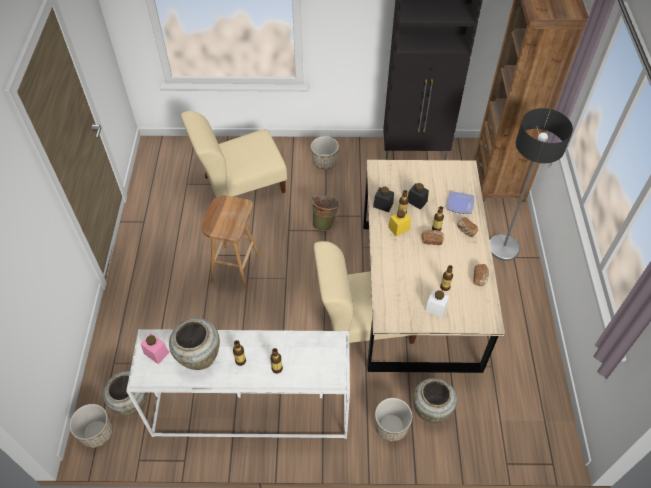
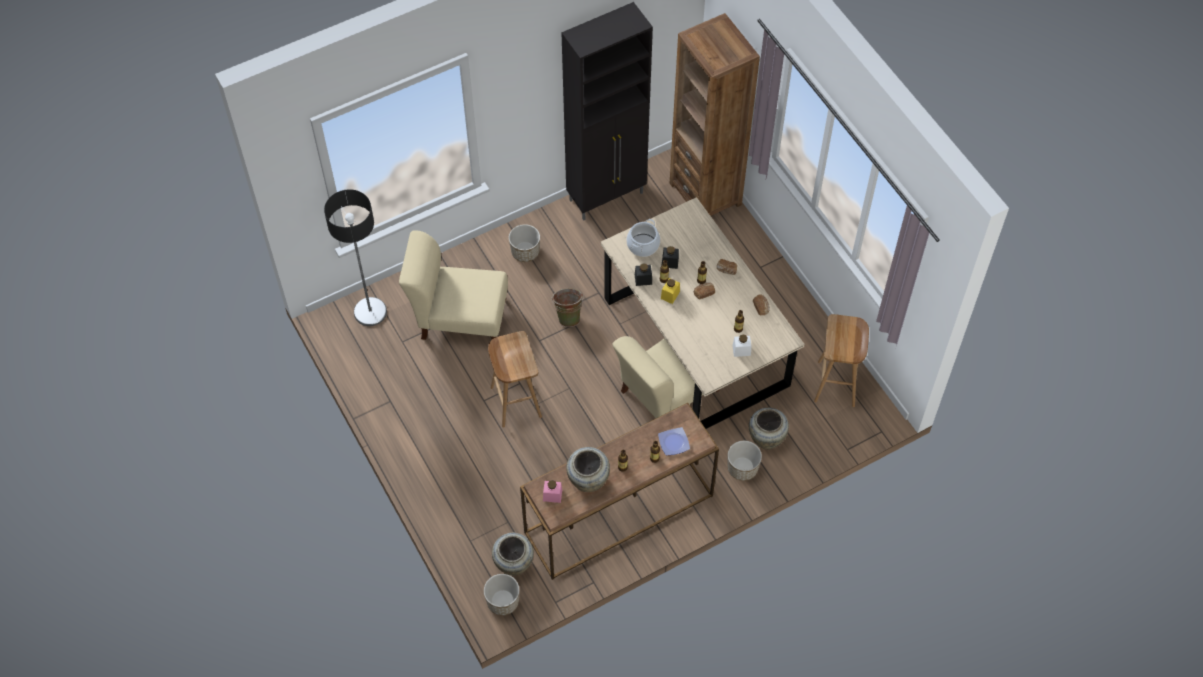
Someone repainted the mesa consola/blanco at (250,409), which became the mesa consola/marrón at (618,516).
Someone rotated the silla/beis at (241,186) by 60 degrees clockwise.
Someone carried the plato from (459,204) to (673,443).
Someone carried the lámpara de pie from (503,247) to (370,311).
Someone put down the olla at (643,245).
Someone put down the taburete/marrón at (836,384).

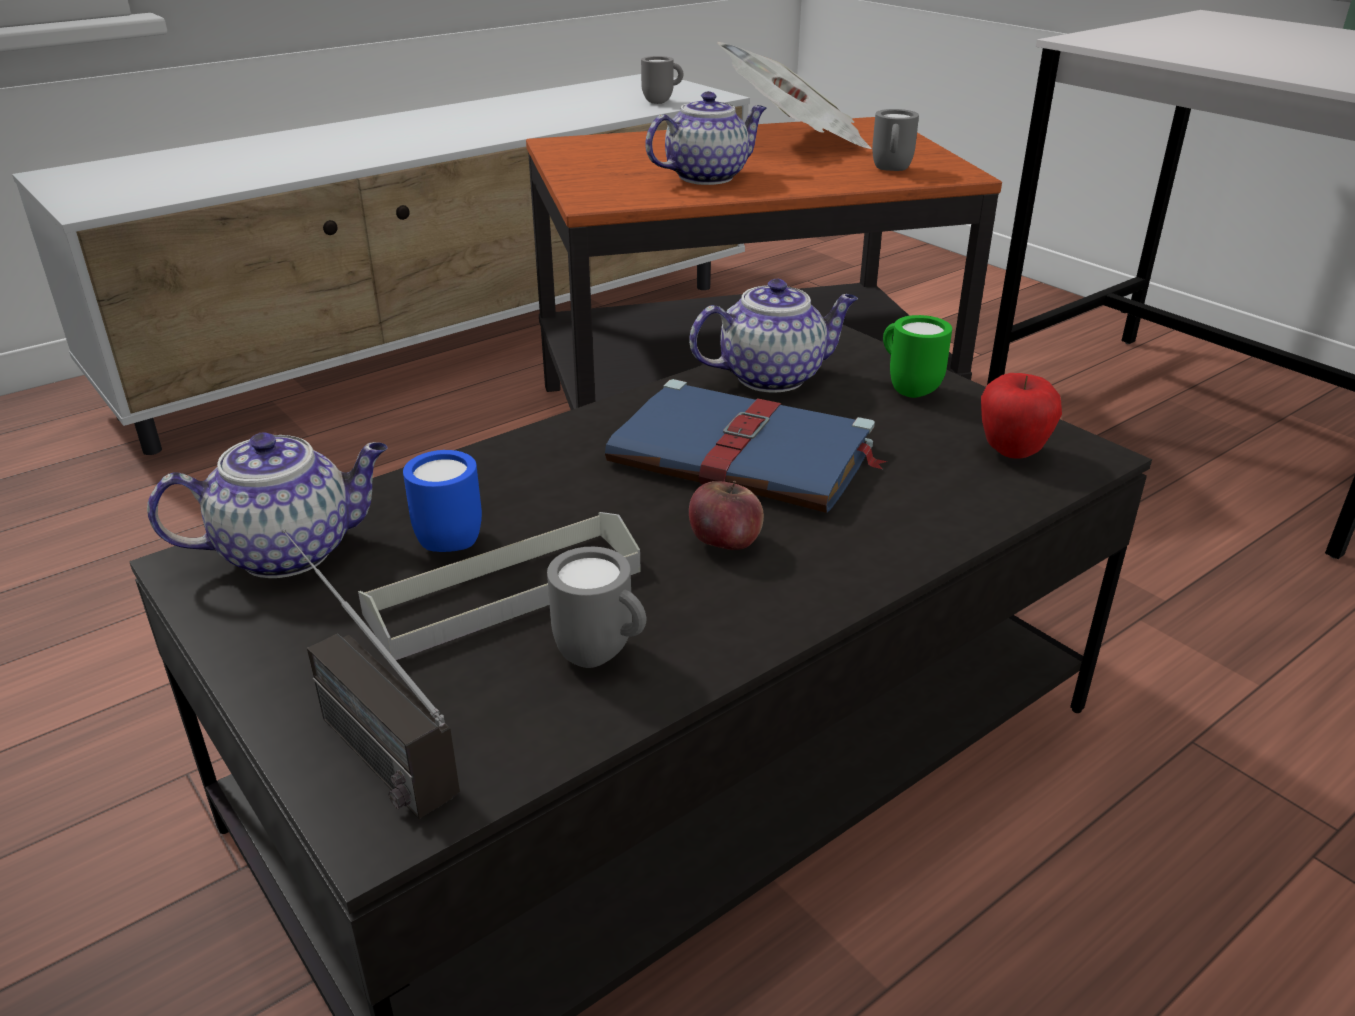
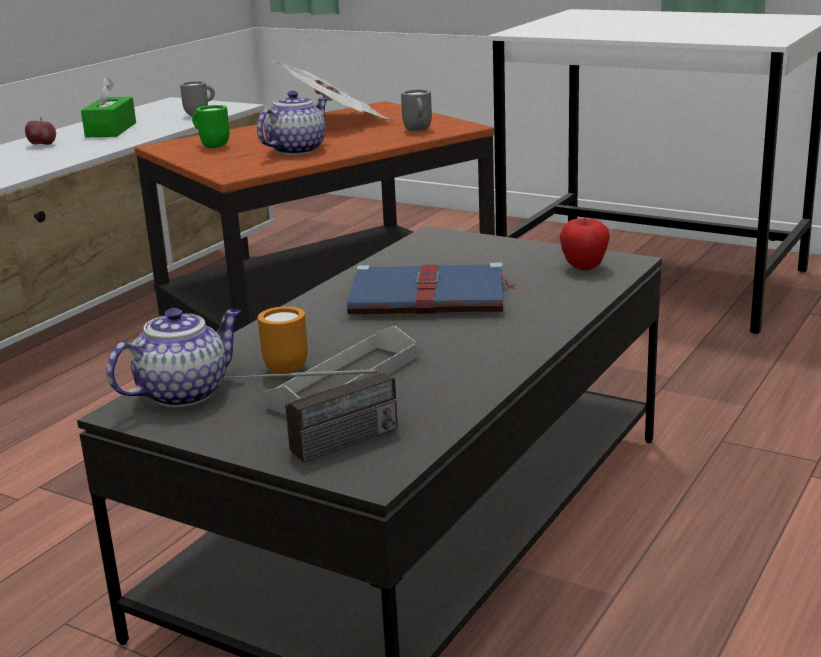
Someone rotated the radio at (358,731) by 60 degrees counterclockwise.
Someone repainted the taza grande/azul at (450,537), which became the taza grande/naranja at (283,367).
Someone took away the taza grande/gris at (603,656).
Someone took away the tetera at (773,376).
Someone carried the manzana from (725,542) to (42,145).
Someone carried the taza grande/verde from (908,388) to (212,146).
Someone put down the caja de pañuelos/verde at (111,130).

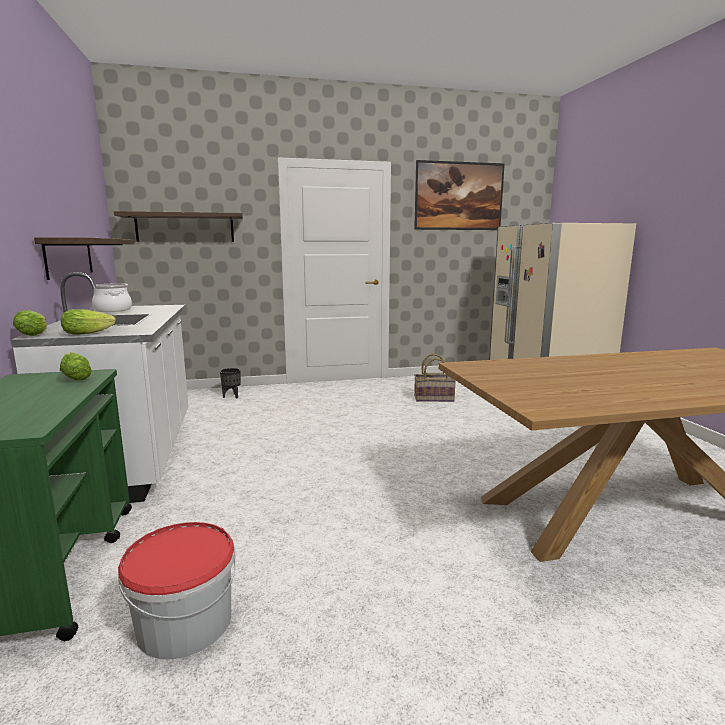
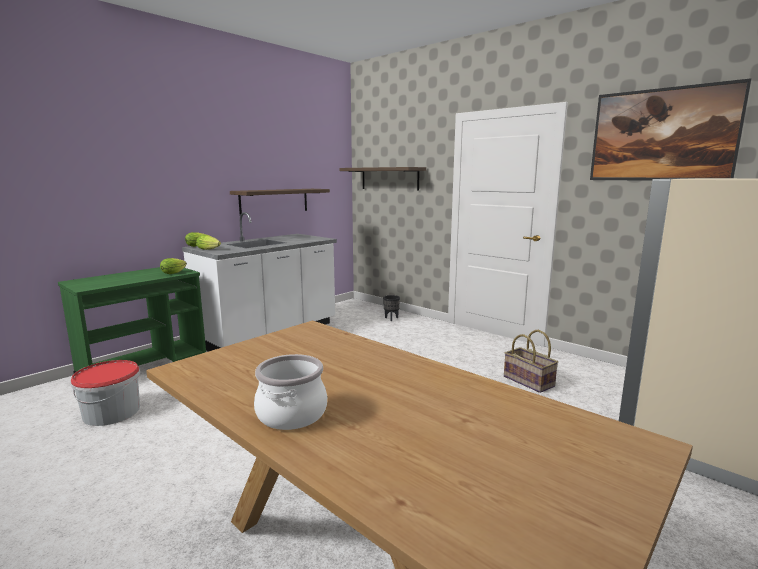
Someone carried the olla from (112,310) to (291,414).

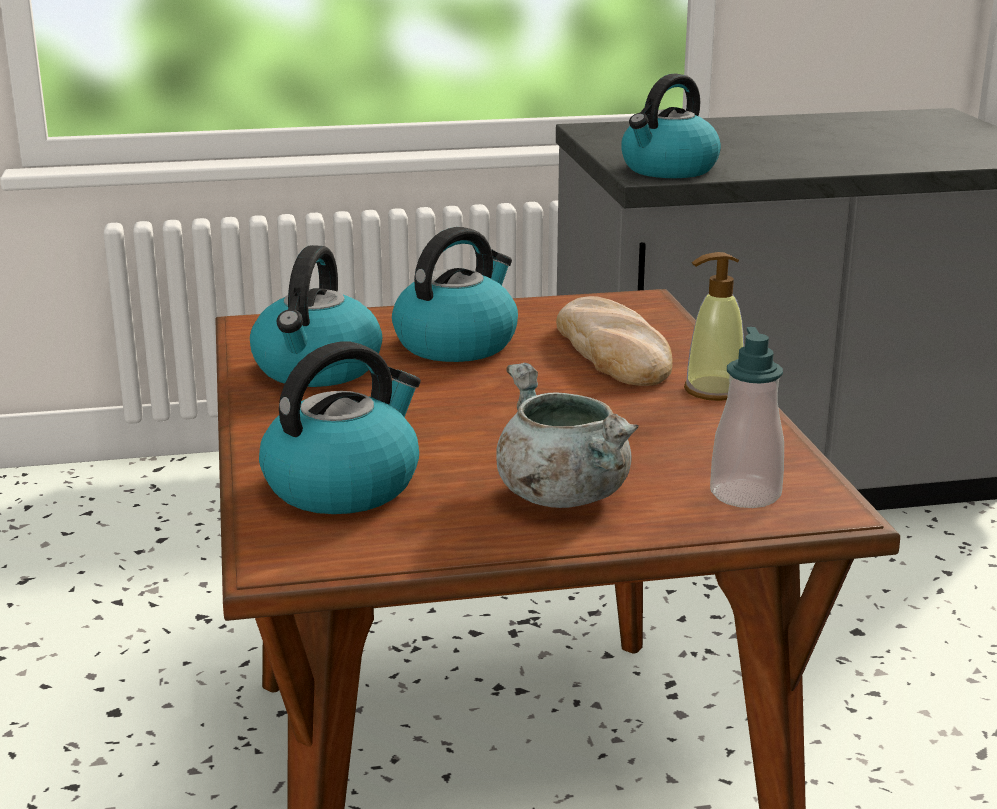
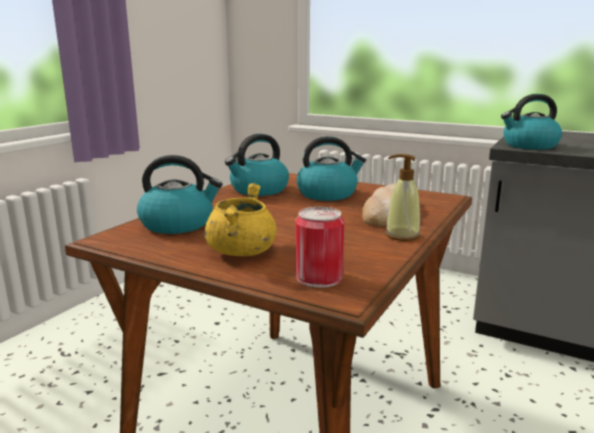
Someone repainted the olla/gris at (561,495), which became the olla/amarillo at (241,251).
Someone swapped the dispensador de jabón at (745,494) for the lata at (319,277).

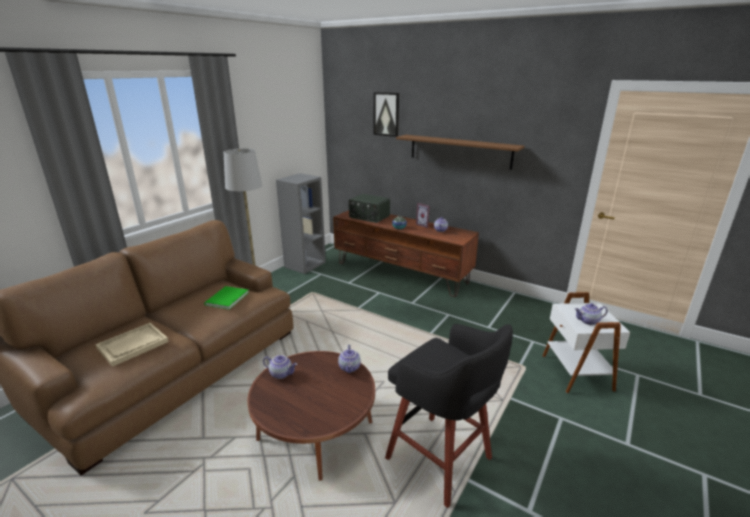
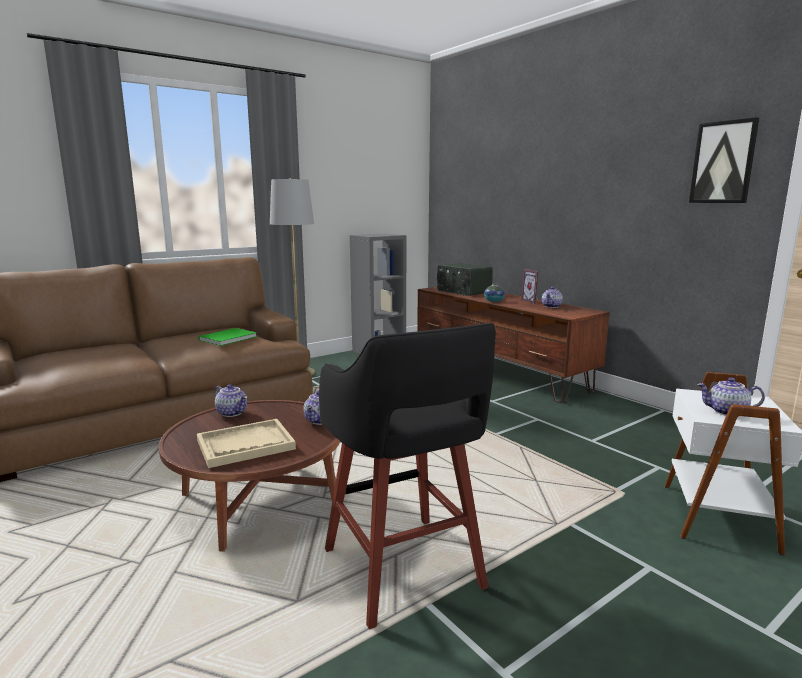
Someone carried the bandeja/beis from (133,345) to (245,445).
Someone carried the cuadro from (386,114) to (723,162).
Someone took away the estante/marrón at (459,151).

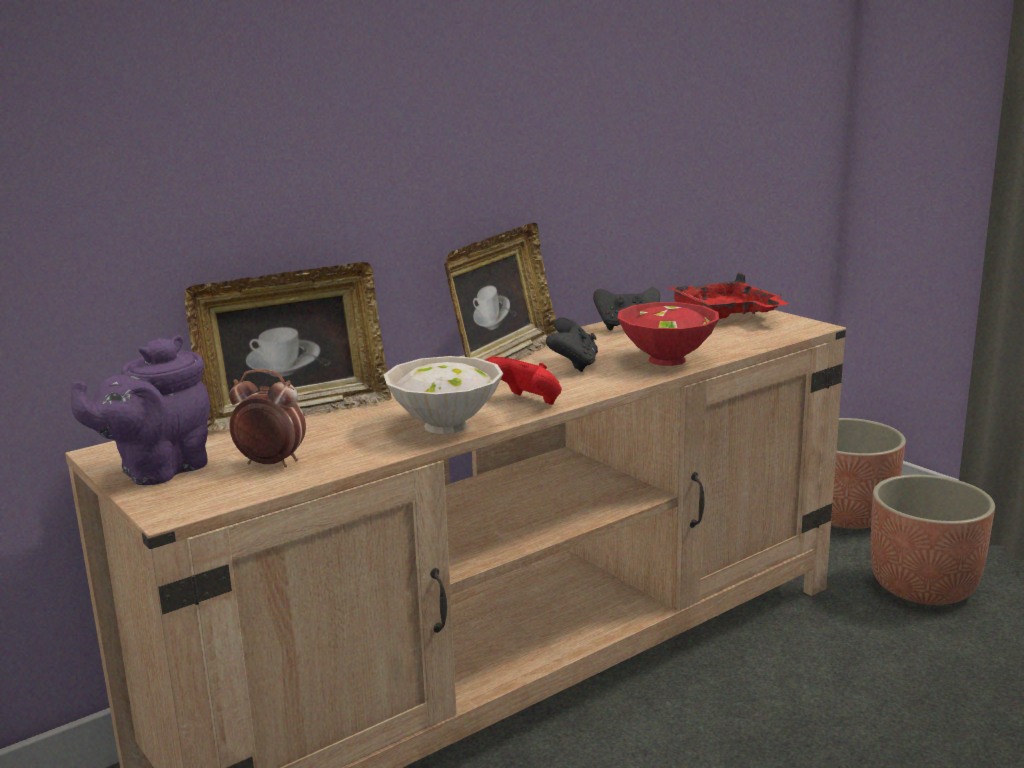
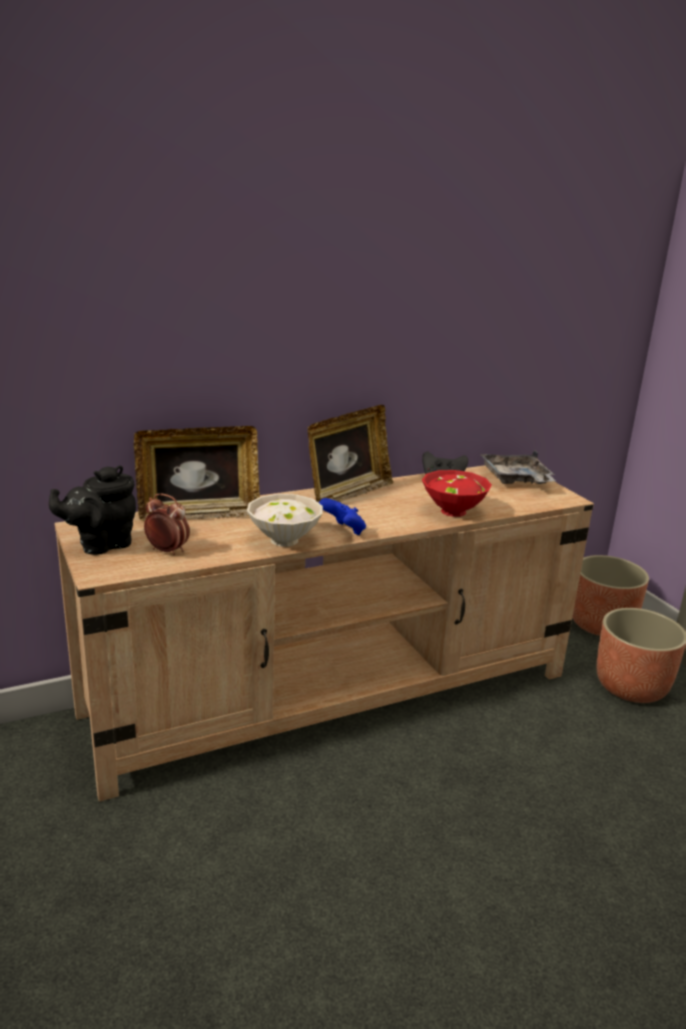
Someone repainted the tetera/morado at (158,470), which became the tetera/negro at (101,545).
Someone repainted the mando de consola/rojo at (527,403), which became the mando de consola/azul at (343,531).
Someone took away the mando de consola/negro at (573,365).
Someone repainted the bandeja/rojo at (726,314), which became the bandeja/gris at (516,479).

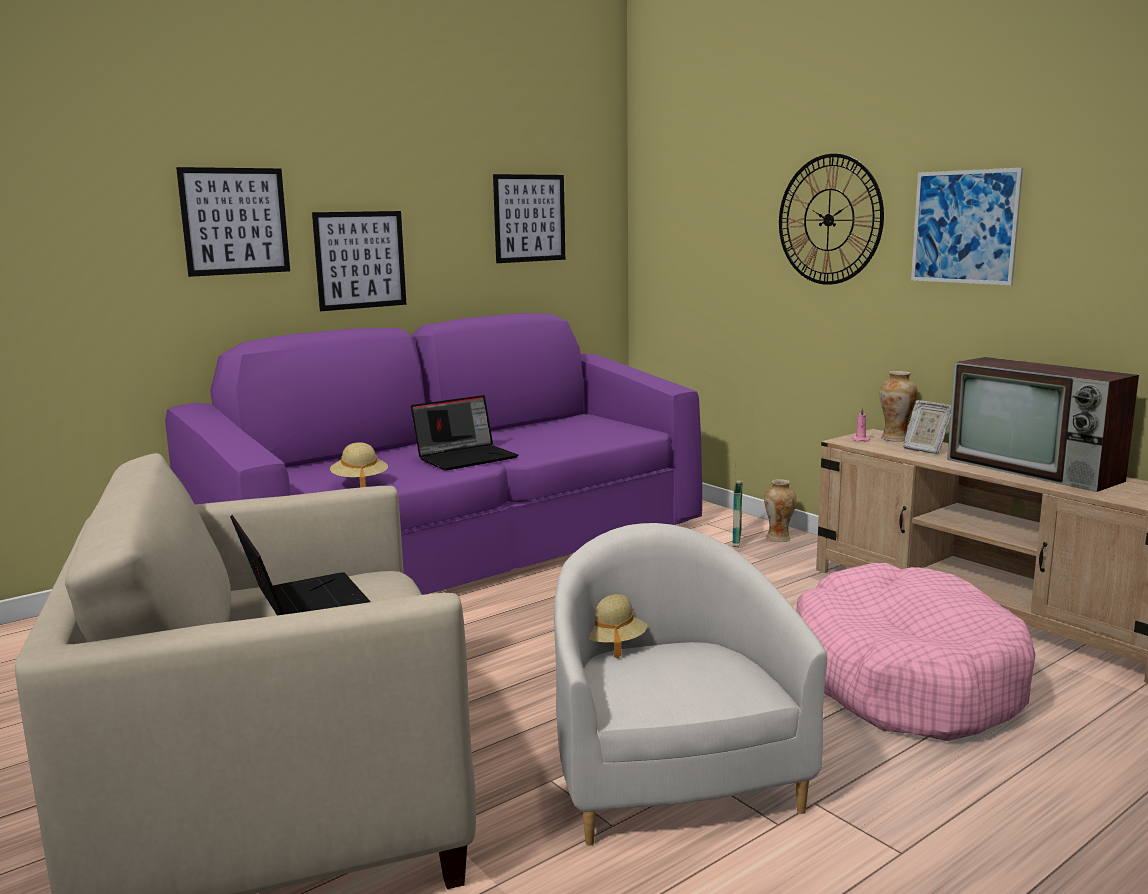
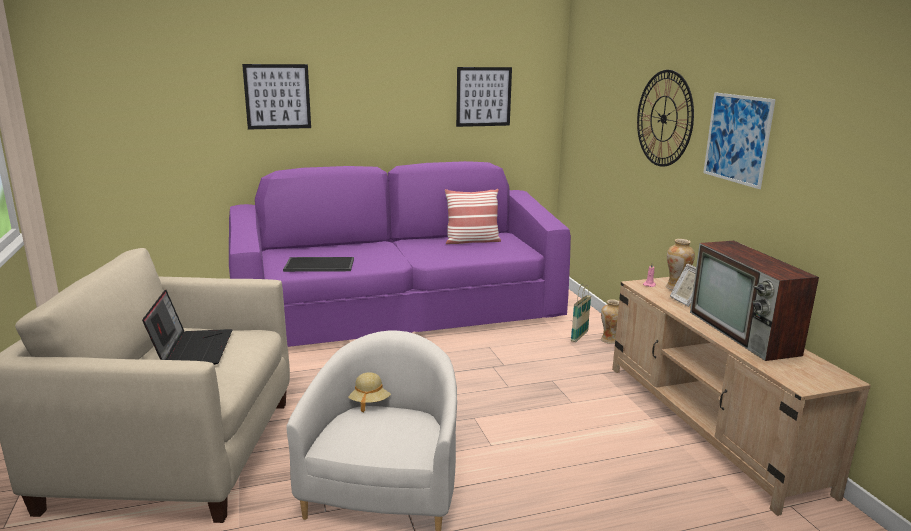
Someone took away the cuadro at (360,260).
Someone swapped the sombrero/beis at (359,481) for the bandeja at (318,265).
Someone took away the portátil at (466,457).
Someone took away the cama para perro/rosa at (904,678).
Someone put down the cojín at (472,241).

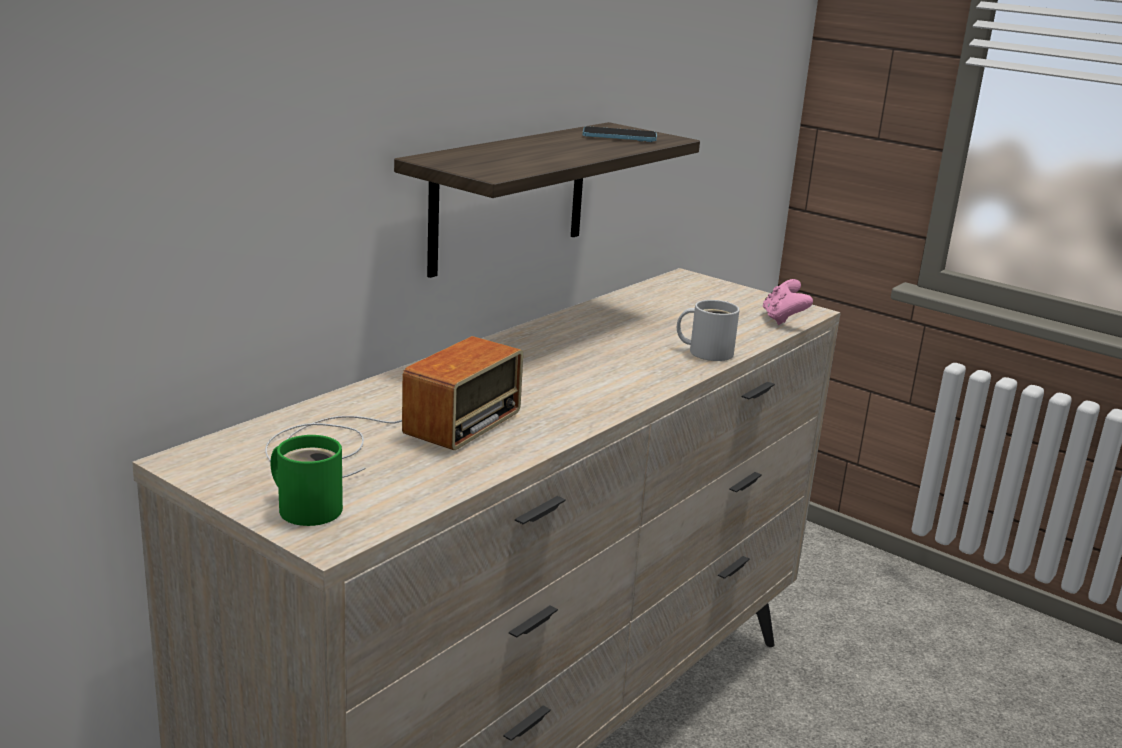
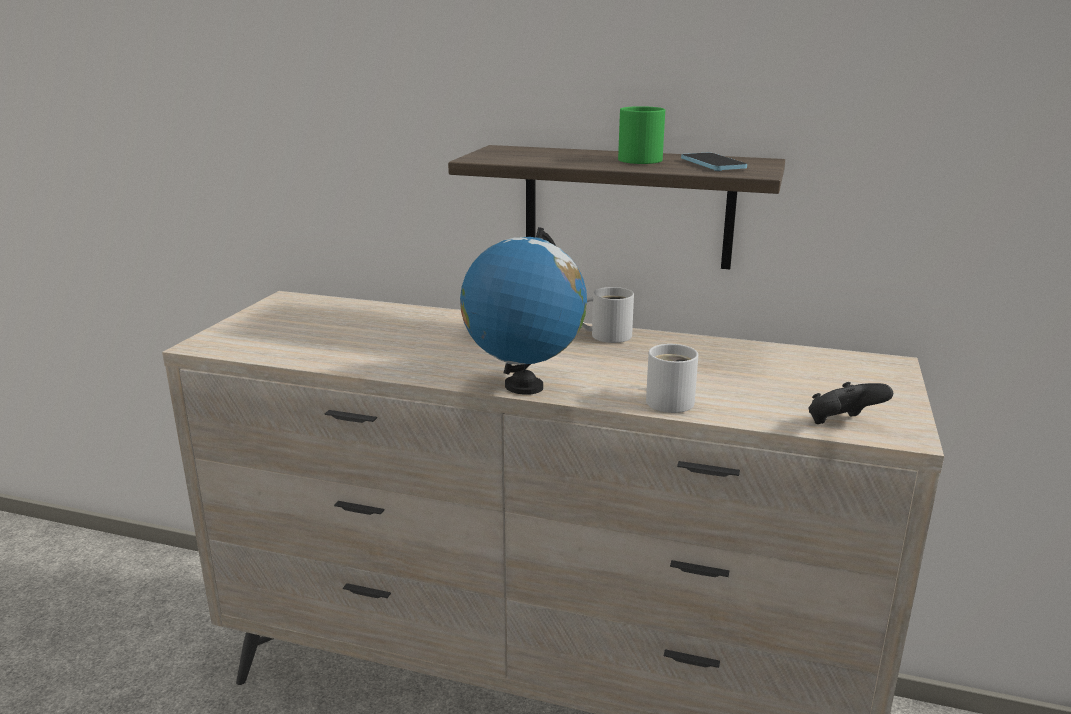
Someone took away the radio at (387,435).
Someone carried the taza grande/verde from (308,507) to (642,159).
Someone repainted the mando de consola/rosa at (783,319), which became the mando de consola/negro at (842,425).
Someone put down the globo terráqueo at (523,386).
Someone put down the taza grande/blanco at (607,335).

